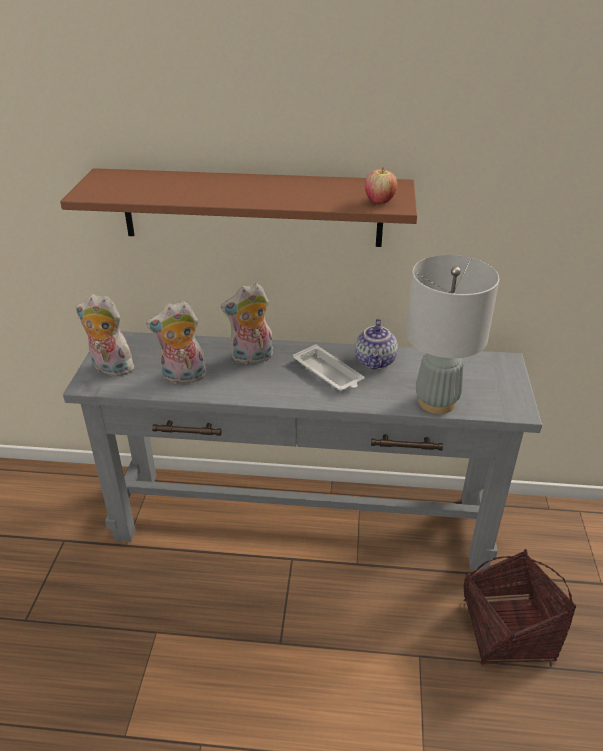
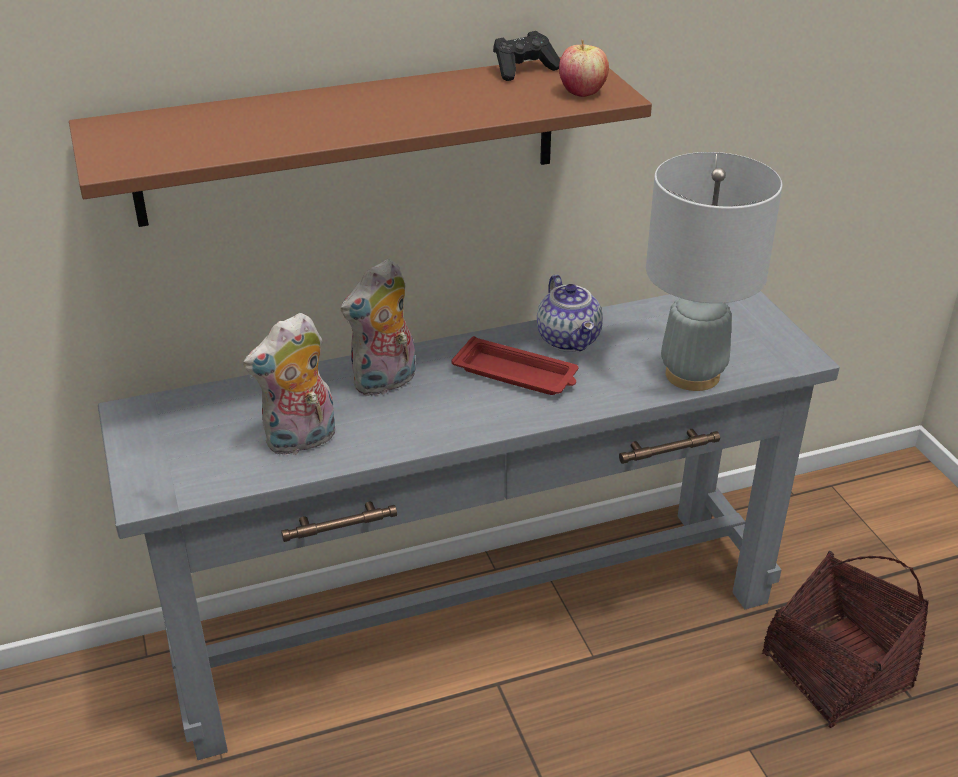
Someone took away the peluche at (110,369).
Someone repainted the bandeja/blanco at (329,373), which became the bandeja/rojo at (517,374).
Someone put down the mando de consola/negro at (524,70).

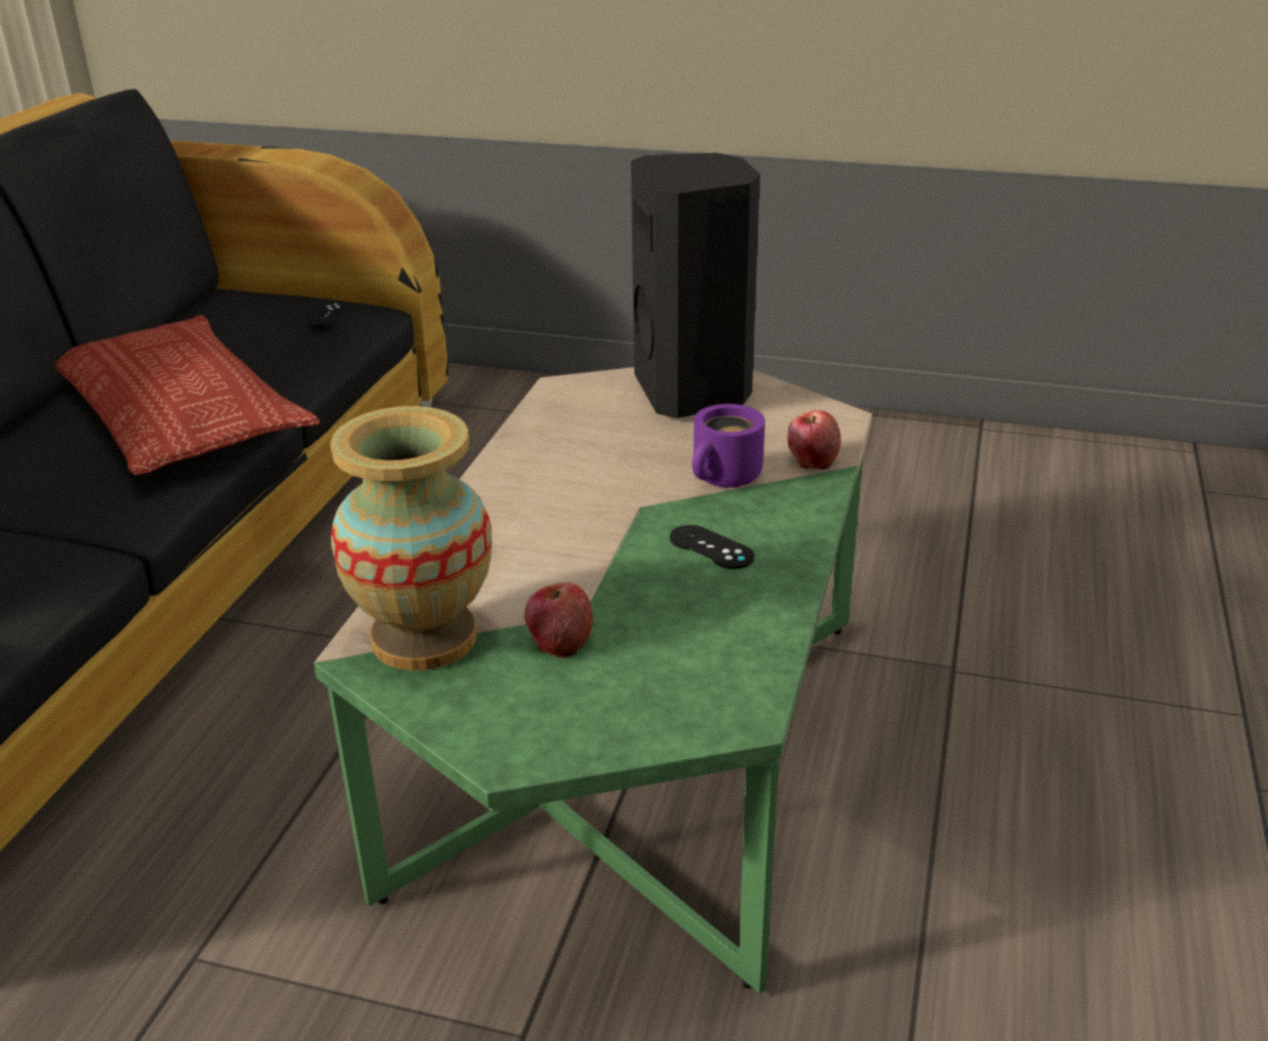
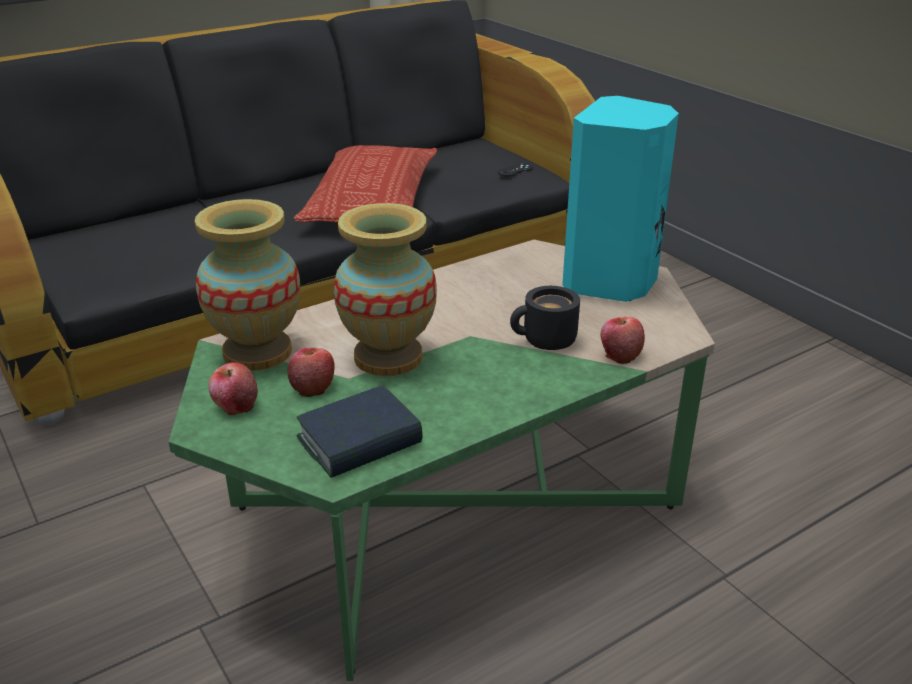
Someone repainted the altavoz/negro at (695,393), which became the altavoz/turquesa at (612,283).
Someone took away the mando de consola/negro at (711,548).
Someone repainted the taza grande/morado at (726,479), which became the taza grande/negro at (545,342).
Someone put down the manzana at (235,405).
Someone put down the libro at (360,441).
Someone put down the florero at (389,357).

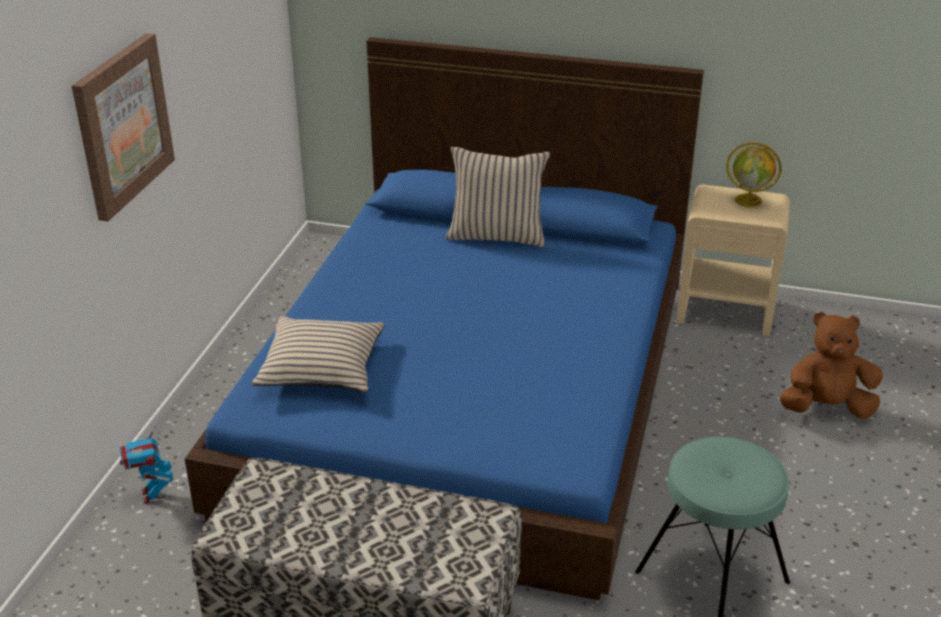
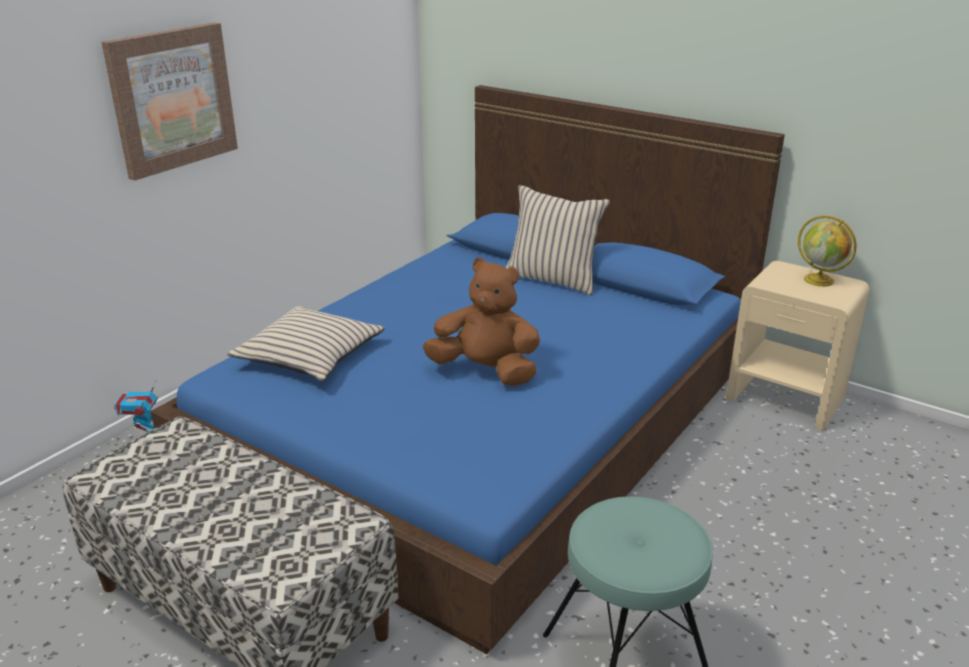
Someone carried the peluche/marrón from (826,408) to (486,371).

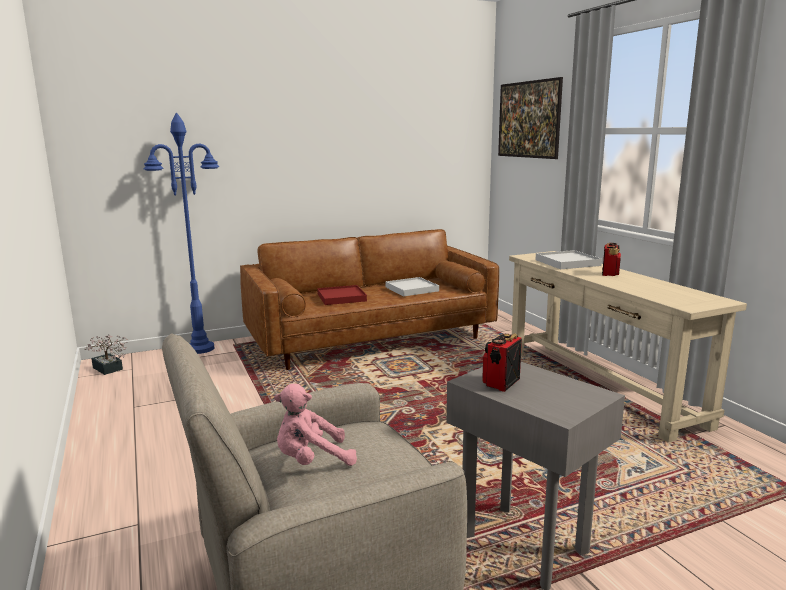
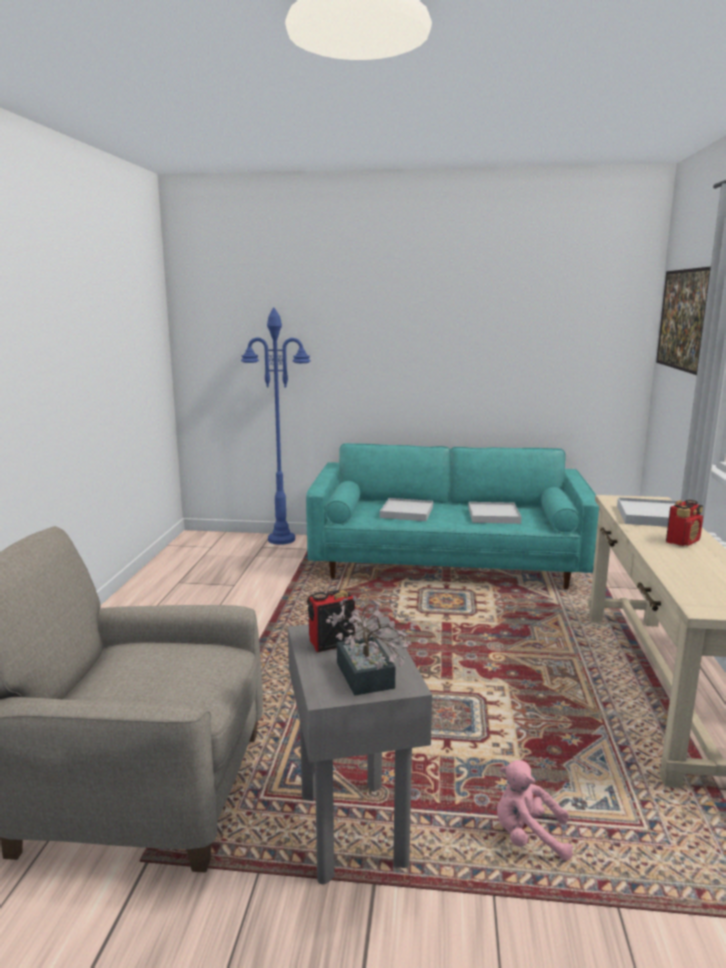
Someone carried the planta en maceta from (109,369) to (366,680).
Someone repainted the sofá/marrón at (370,339), which became the sofá/turquesa at (447,563).
Someone carried the peluche/rosa from (312,460) to (528,837).
Someone repainted the bandeja/rojo at (341,297), which became the bandeja/blanco at (406,512).

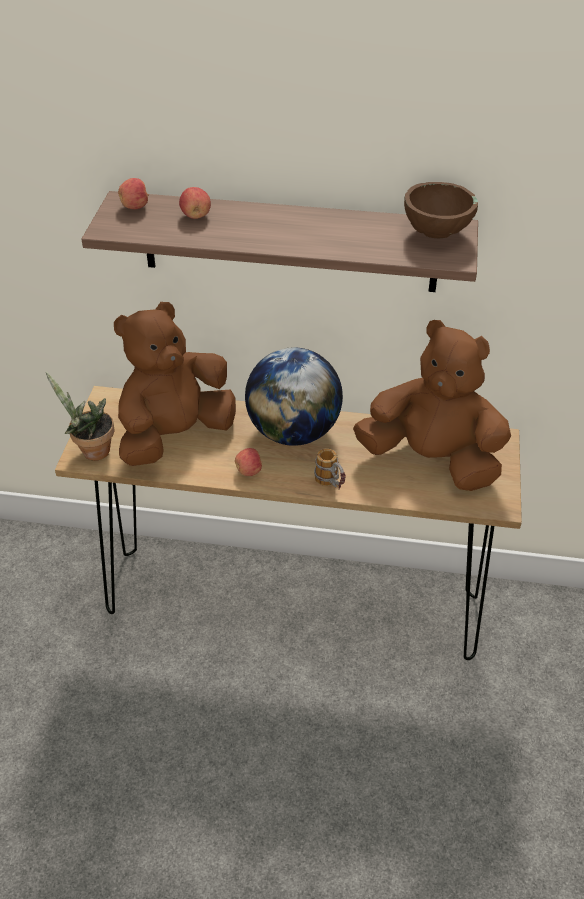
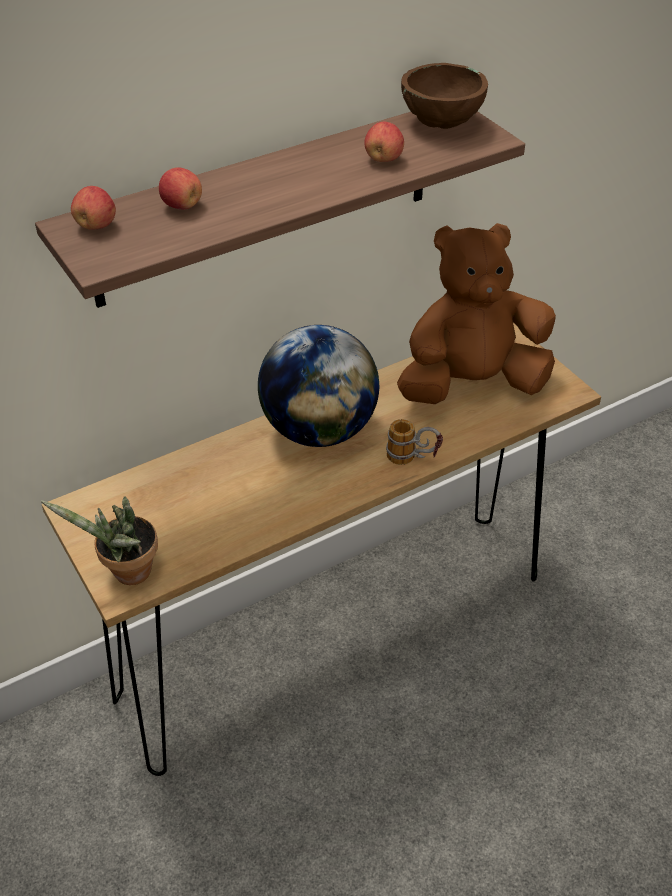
Someone took away the peluche/marrón at (175,435).
Someone carried the manzana from (249,471) to (383,159).

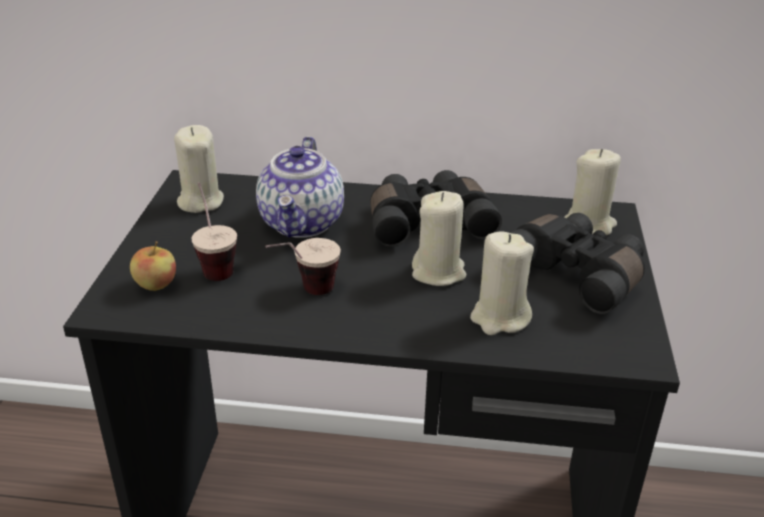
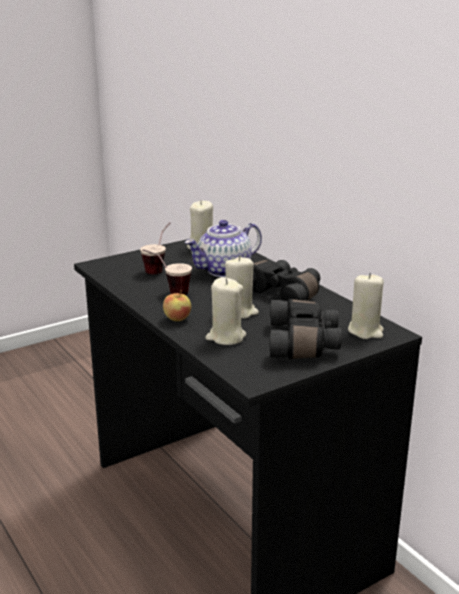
Someone carried the manzana from (156,285) to (177,319).

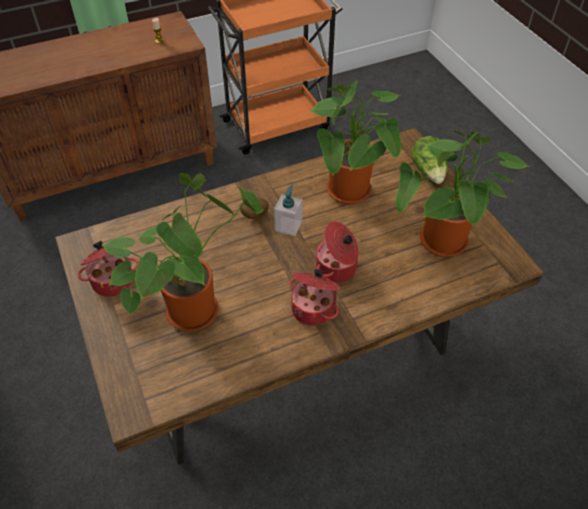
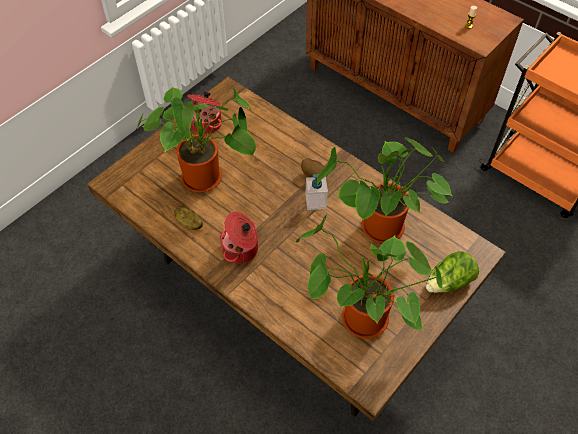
Someone took away the olla at (337,268).
Someone put down the patata at (189,223).

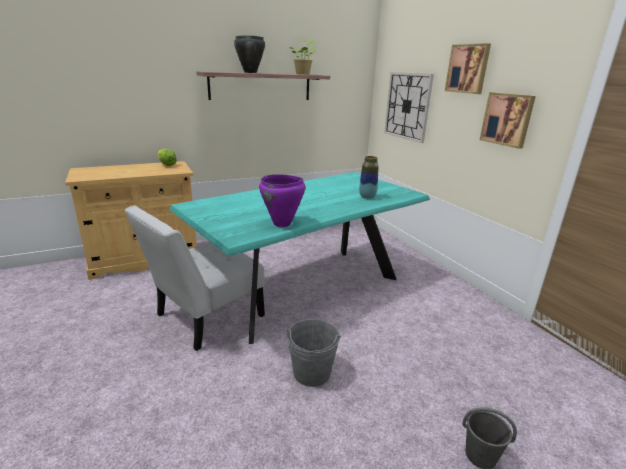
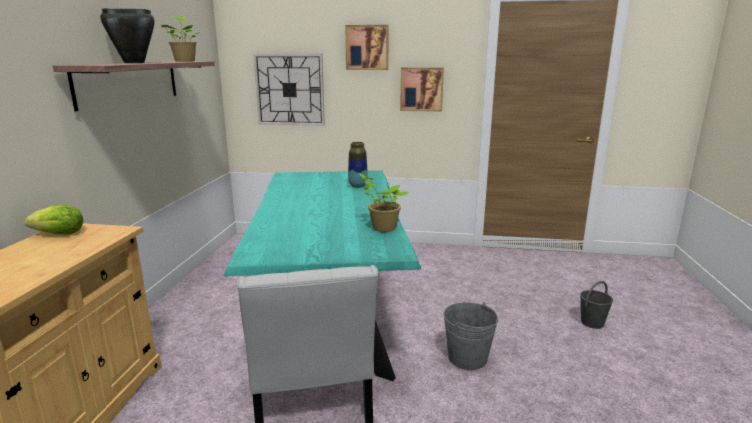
Someone swapped the olla/morado at (282,224) for the planta en maceta at (382,228).

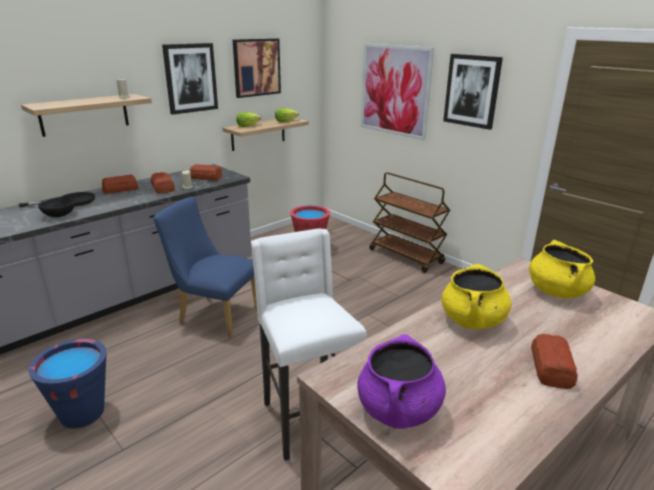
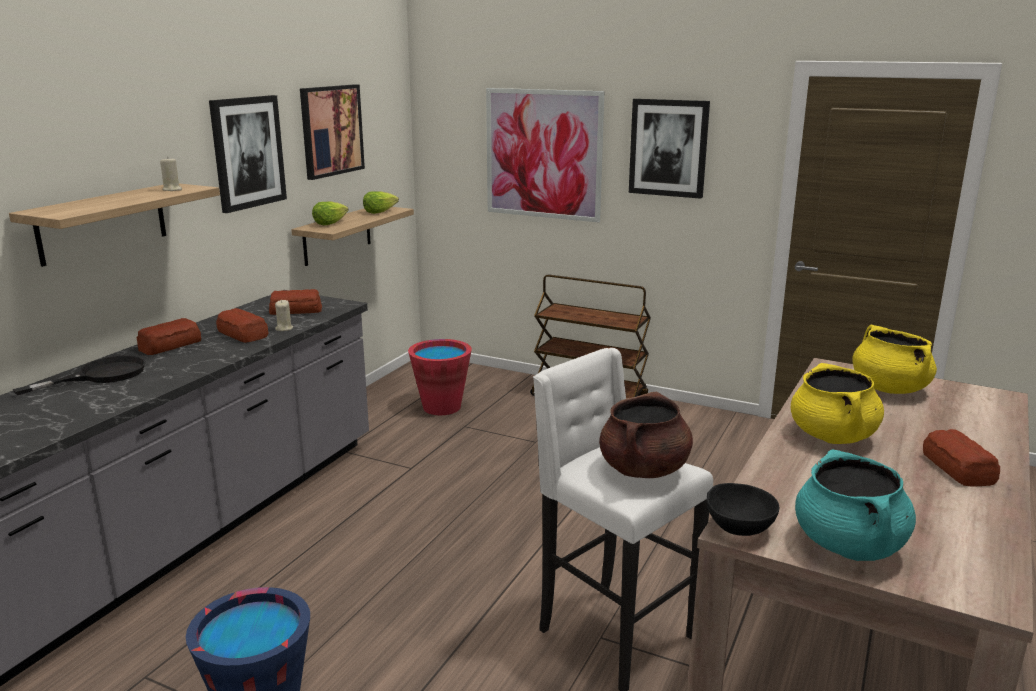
Someone carried the cuenco/negro from (59,215) to (739,528).
Someone took away the silla/azul at (214,315).
Someone repainted the olla/morado at (398,410), which became the olla/turquesa at (849,545).
Someone put down the olla/marrón at (644,470).

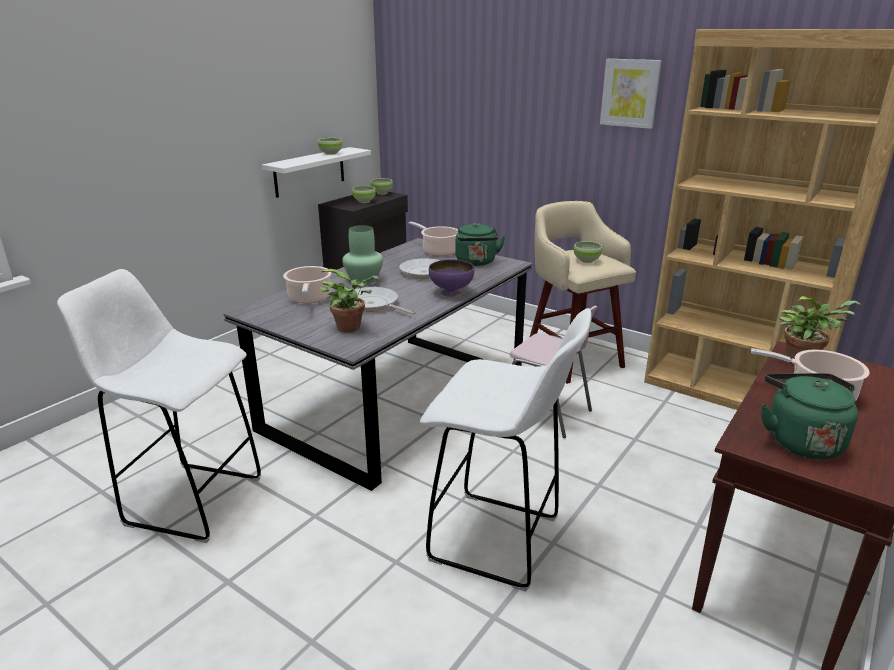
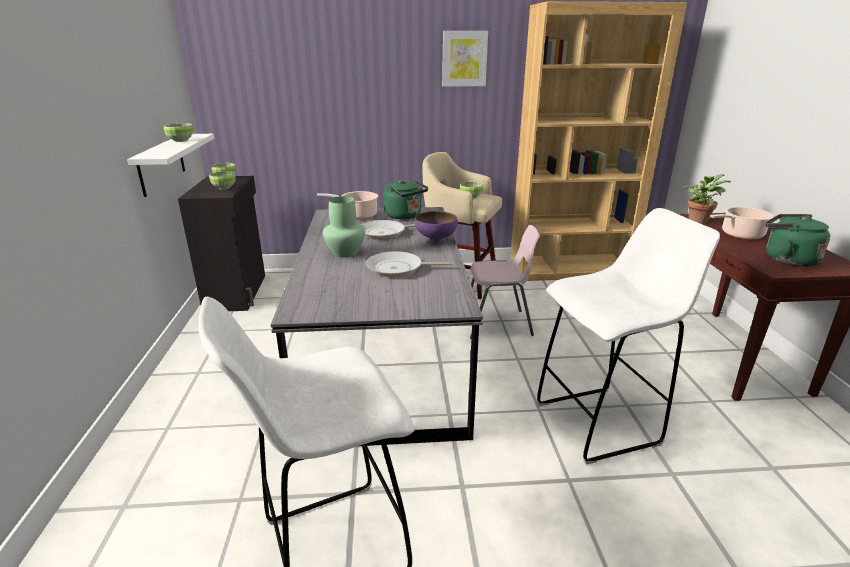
Someone took away the olla at (309,298).
Someone took away the planta en maceta at (352,327).

